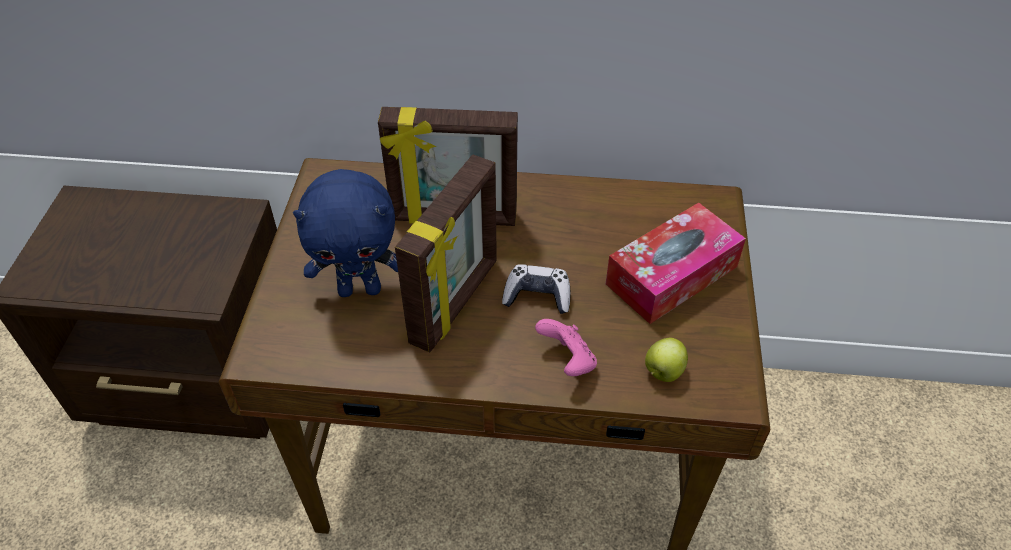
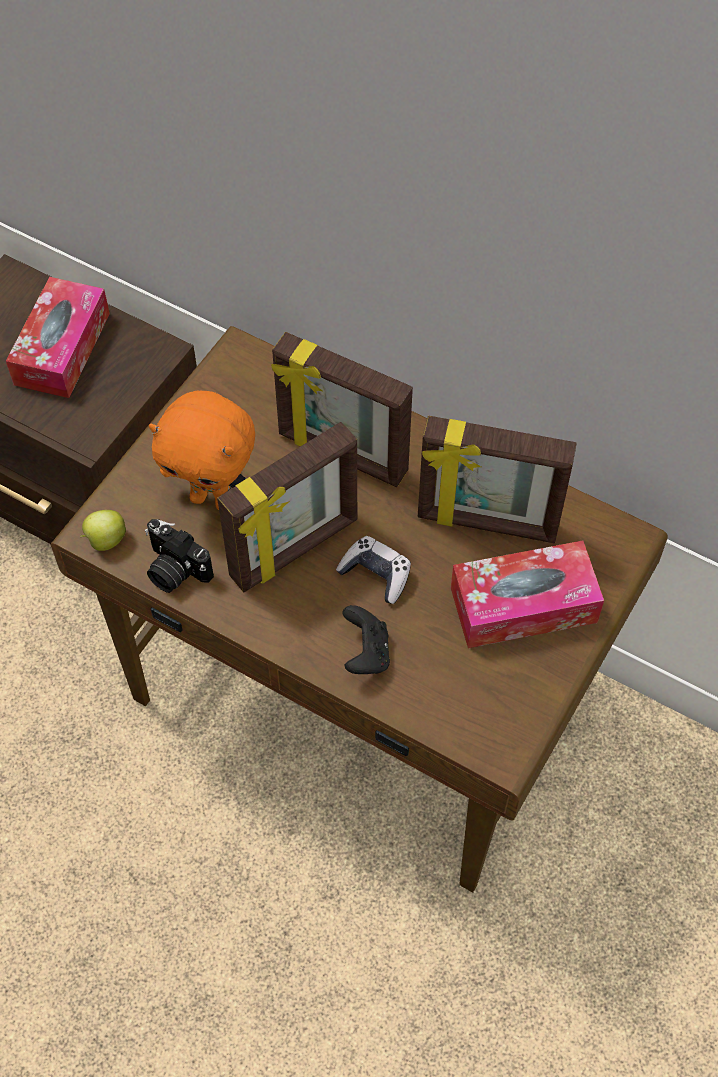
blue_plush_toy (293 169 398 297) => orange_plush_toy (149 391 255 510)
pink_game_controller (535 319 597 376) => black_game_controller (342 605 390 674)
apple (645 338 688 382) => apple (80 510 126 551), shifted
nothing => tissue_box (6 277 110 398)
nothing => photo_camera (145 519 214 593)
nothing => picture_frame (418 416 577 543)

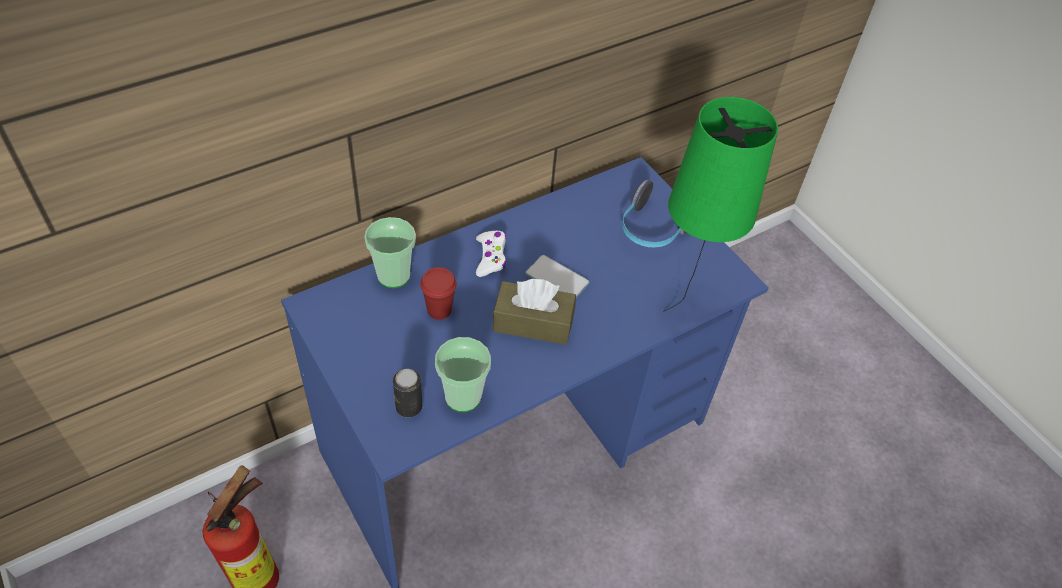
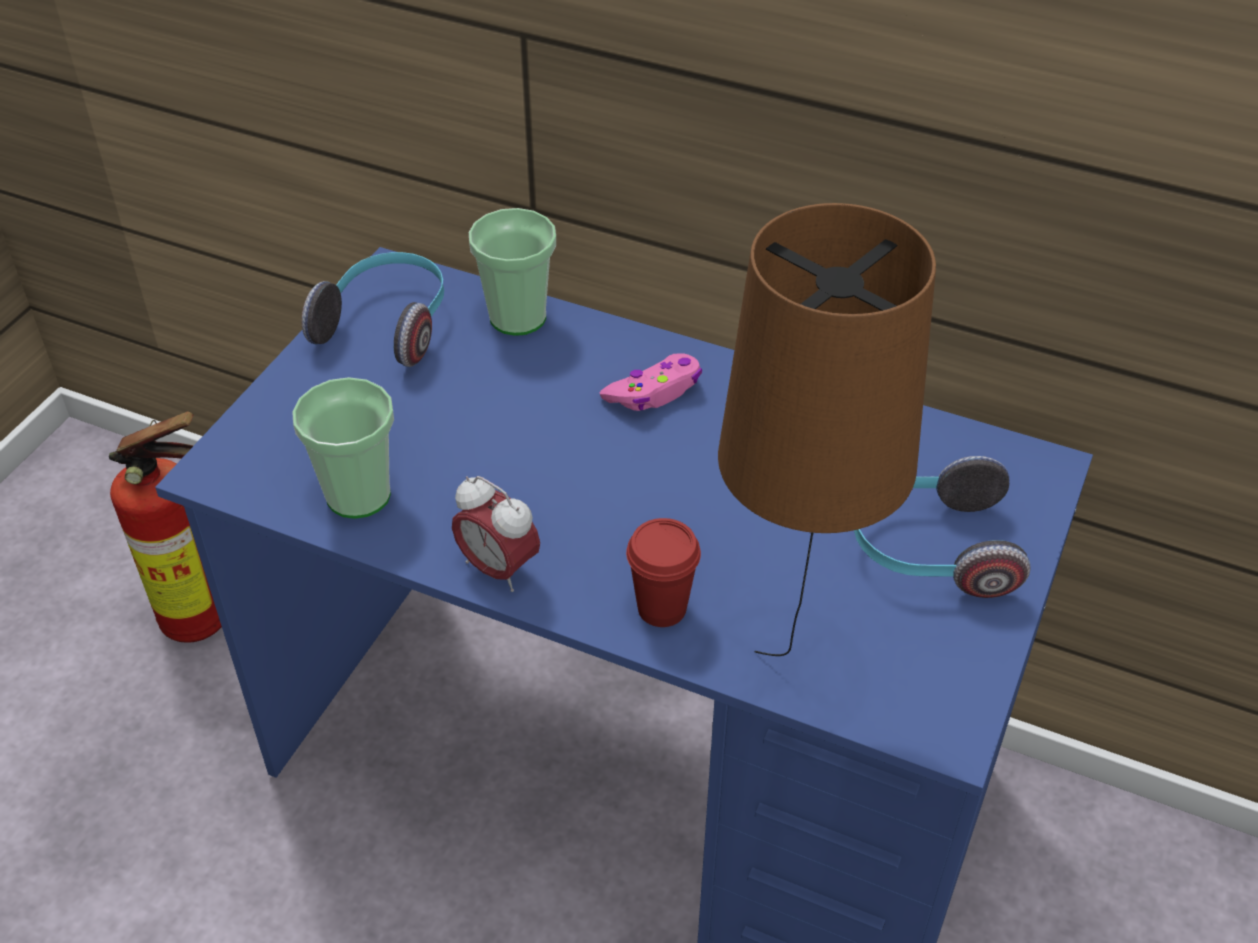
can (393 369 422 418) => nothing
red_cup (420 267 457 320) => red_cup (626 518 701 627), shifted
white_game_controller (476 231 507 277) => pink_game_controller (600 353 702 411)
brown_tissue_box (493 279 576 345) => nothing
phone (525 255 590 298) => nothing
green_table_lamp (663 97 778 312) => brown_table_lamp (718 203 936 656)
nothing => headphones (301 252 444 367)
nothing => alarm_clock (452 476 540 592)

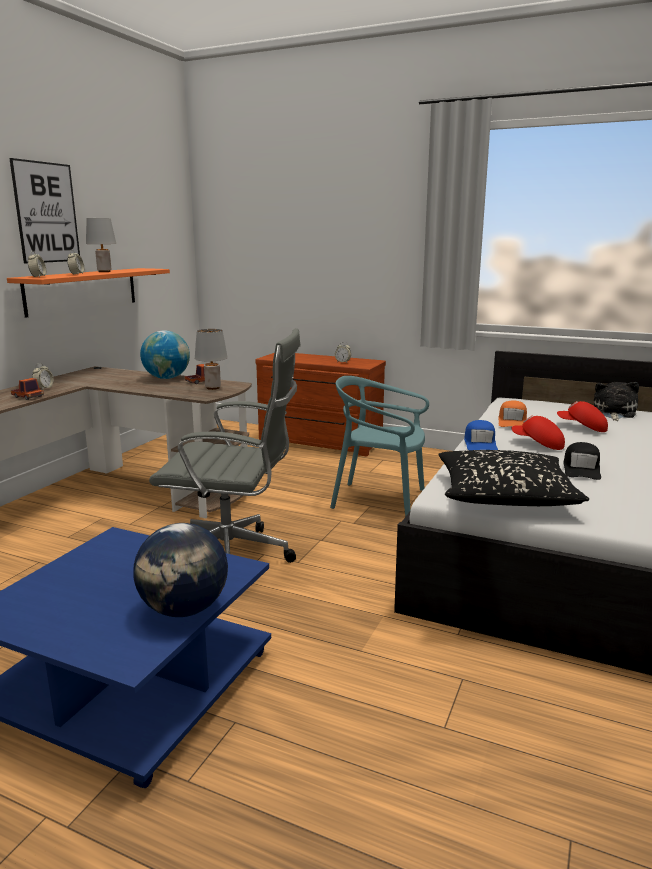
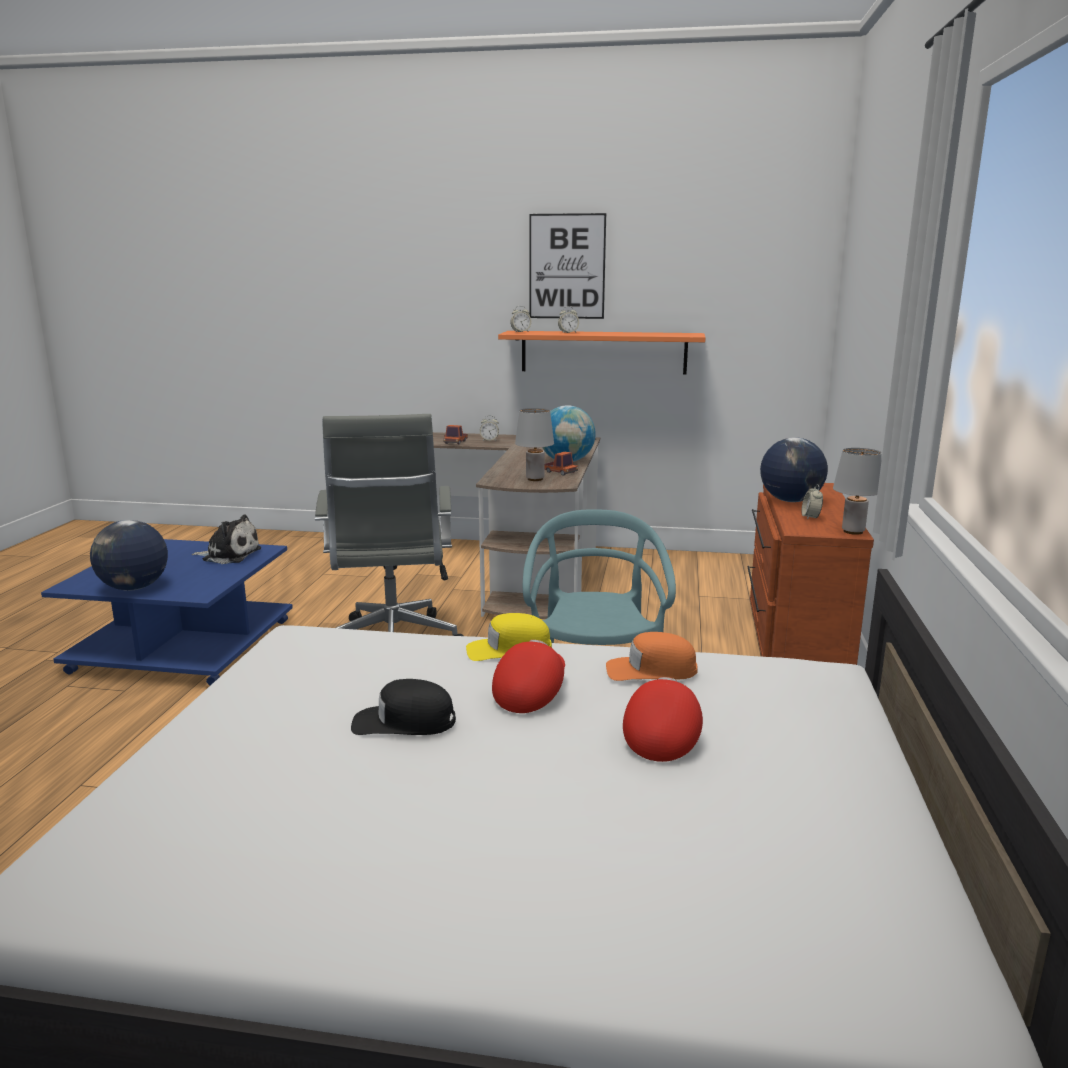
grey_table_lamp (86 218 116 272) => grey_table_lamp (833 448 882 535), shifted
black_pillow (438 450 589 506) => nothing
blue_cap (464 420 498 450) => yellow_cap (466 613 552 661)
plush_toy (594 382 639 421) => plush_toy (192 515 261 564), shifted
nothing => globe (760 437 828 502)

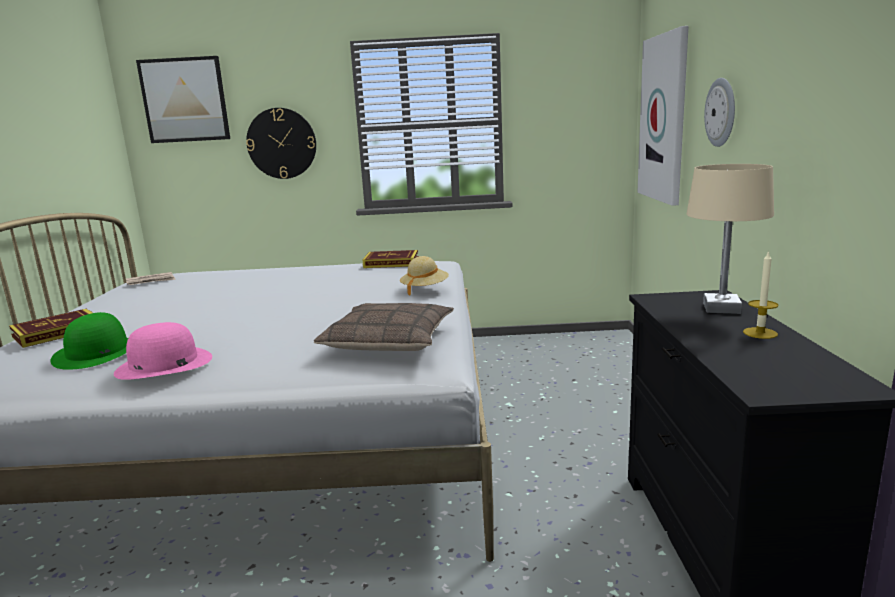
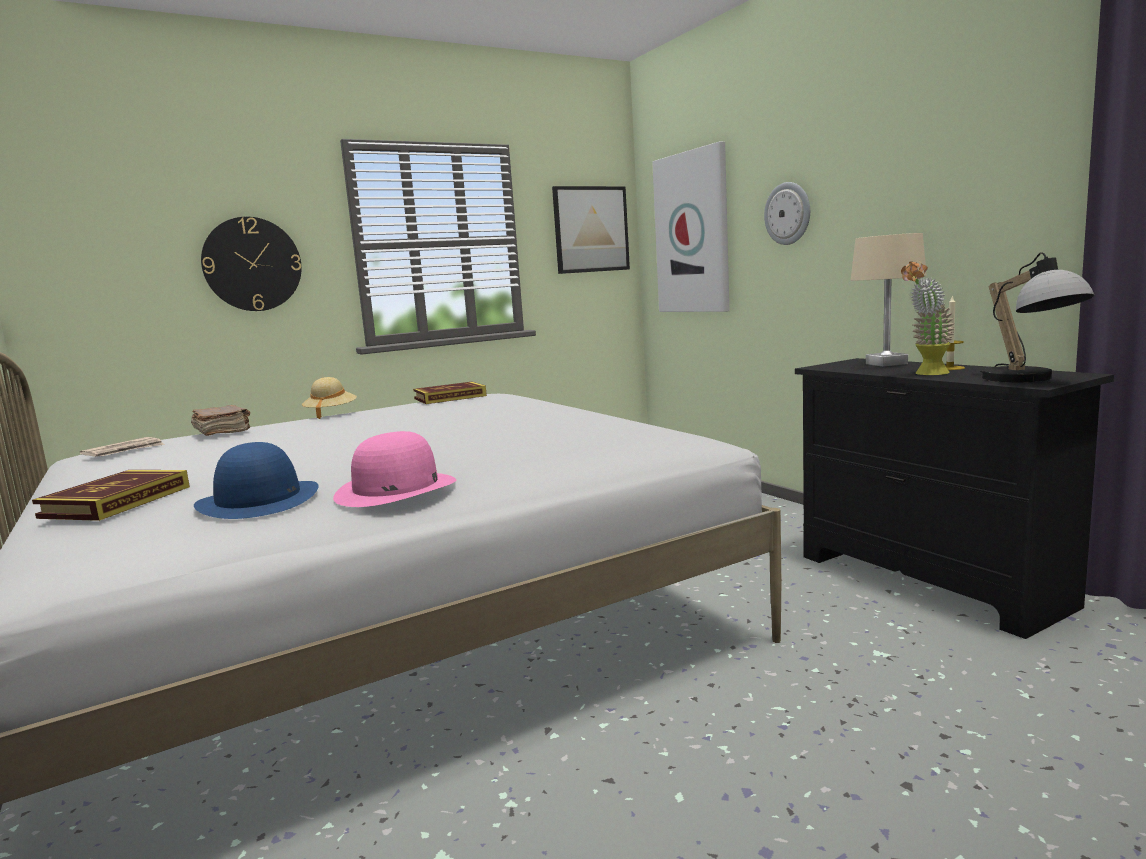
green_hat (50 312 128 370) => blue_hat (194 442 319 519)
picture (136 56 230 143) => picture (552 186 630 274), shifted
pillow (314 303 454 351) => nothing
beige_hat (400 256 449 296) => beige_hat (302 377 357 419), shifted
nothing => brown_book (191 405 250 436)
nothing => potted_plant (901 261 955 375)
nothing => table_lamp (980 252 1095 382)

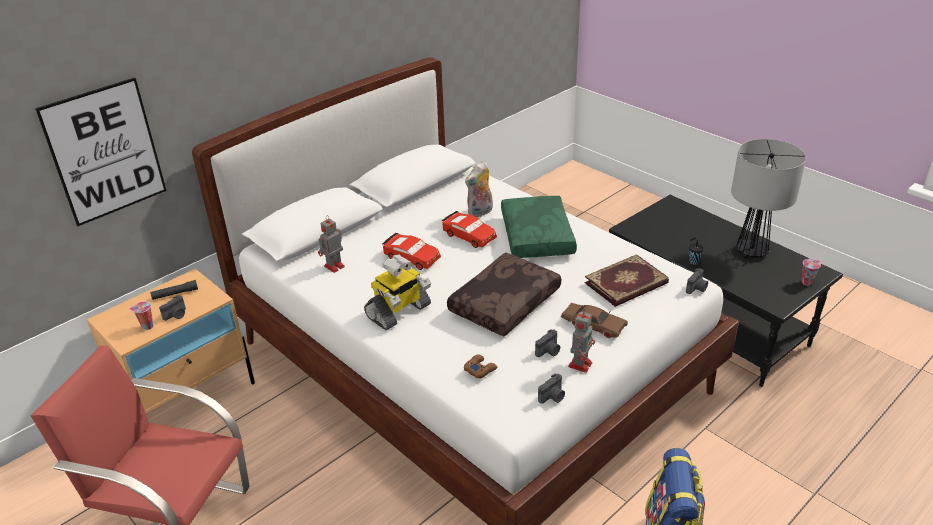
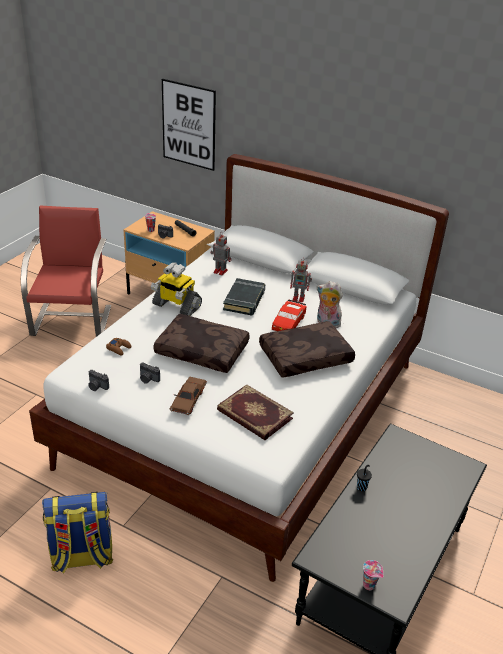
red_toy_car (382 233 441 270) => black_book (223 278 265 315)
green_pillow (501 196 577 258) => brown_pillow (259 321 355 378)
toy_robot (568 309 595 373) => toy_robot (290 257 312 302), shifted
photo_camera (686 268 708 294) => nothing
table_lamp (731 139 806 258) => nothing

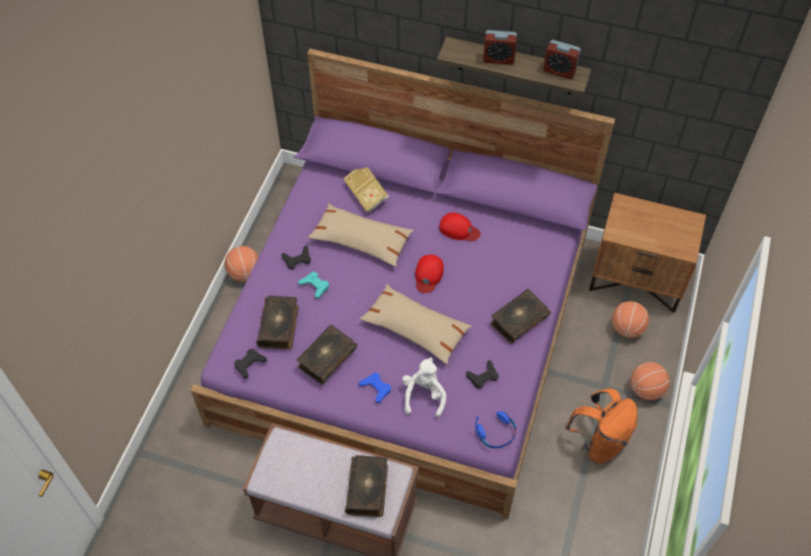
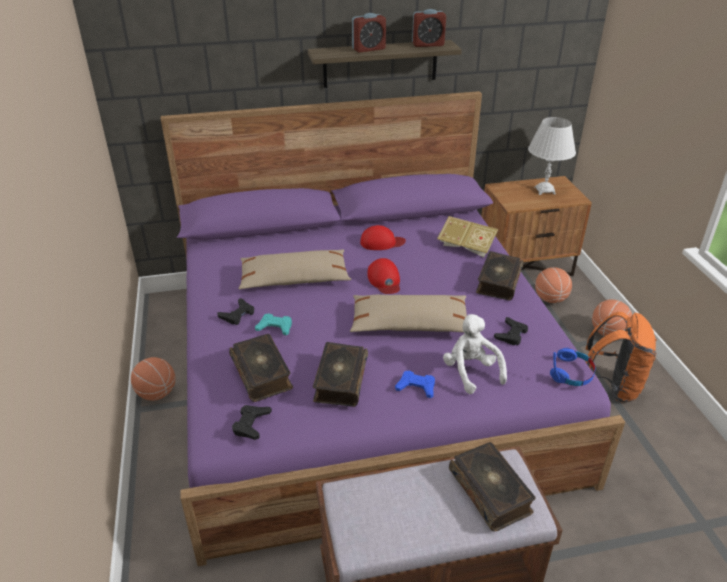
book (343 167 389 212) => book (437 216 498 257), shifted
nothing => white_table_lamp (528 117 576 195)

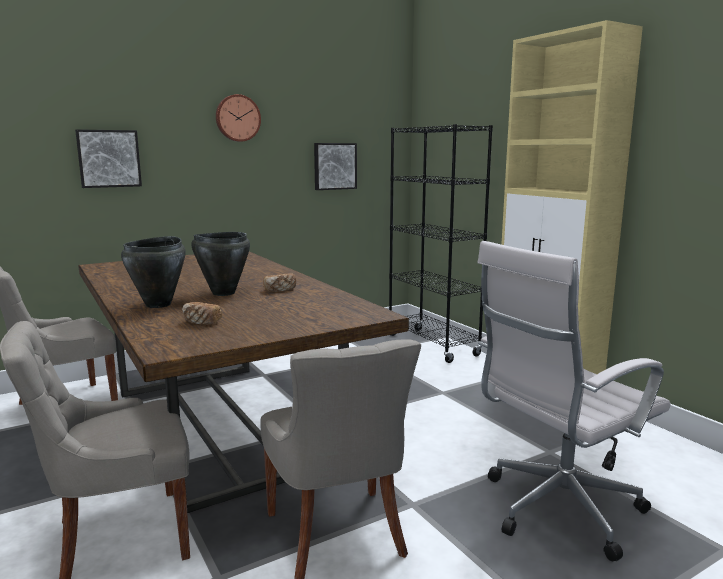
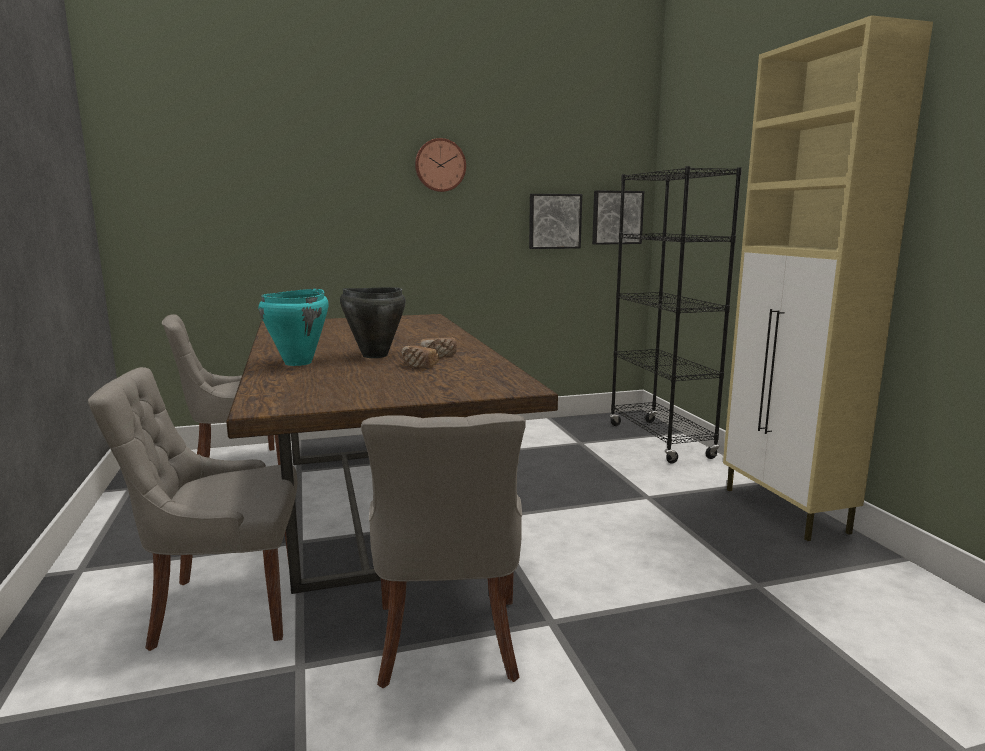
picture (75 129 142 188) => picture (592 190 644 245), shifted
black_cooking_pot (121 236 186 308) => turquoise_cooking_pot (259 289 328 366)
bread (182 302 222 325) => bread (402 346 439 368), shifted
white_office_chair (478 241 671 561) => nothing

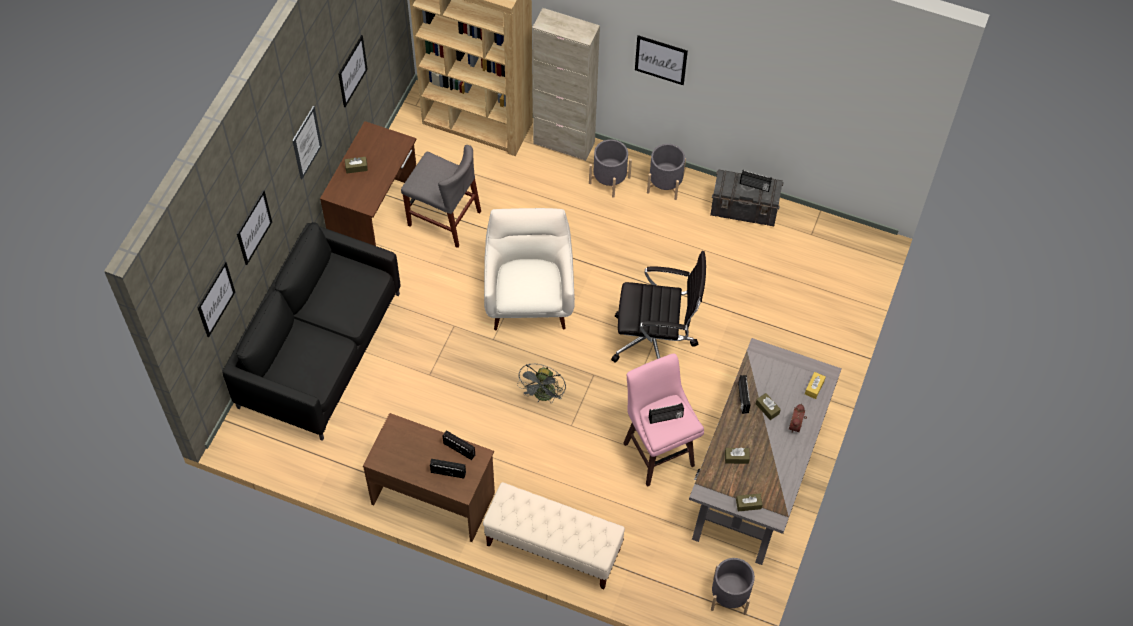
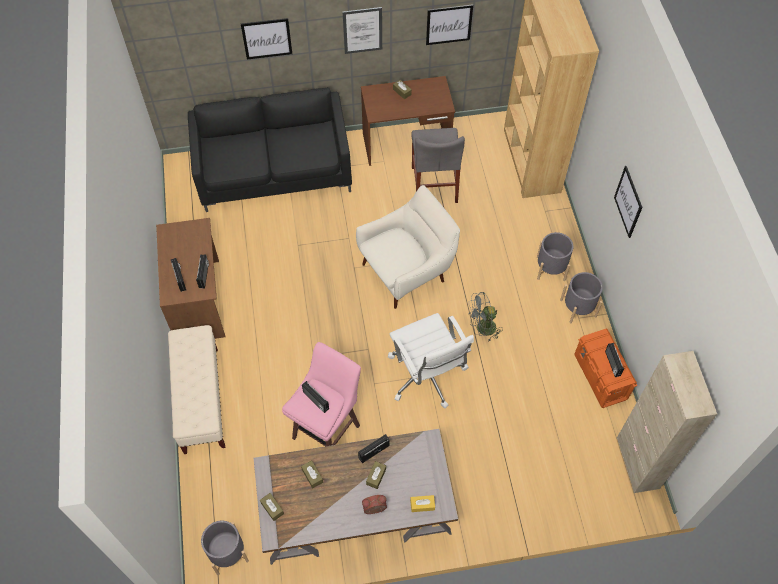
picture (197 261 235 337) => nothing
grey_fan (517 364 566 404) => grey_fan (468 292 503 342), shifted
beige_cabinet (532 8 600 161) => beige_cabinet (617 351 717 493), shifted
black_office_chair (611 251 706 362) => white_office_chair (388 313 474 409)
grey_storage_box (710 169 784 226) => orange_storage_box (574 329 638 408)

